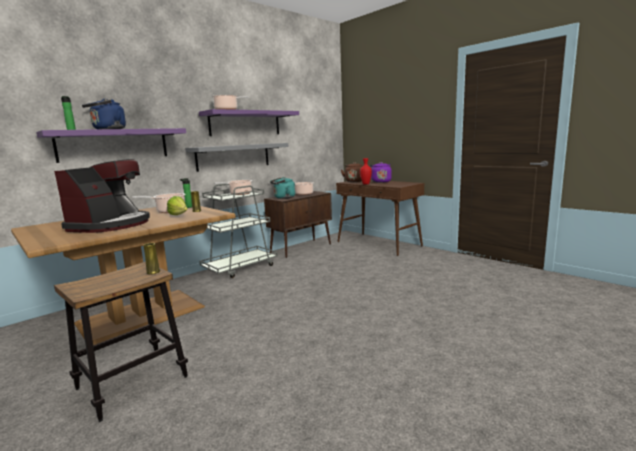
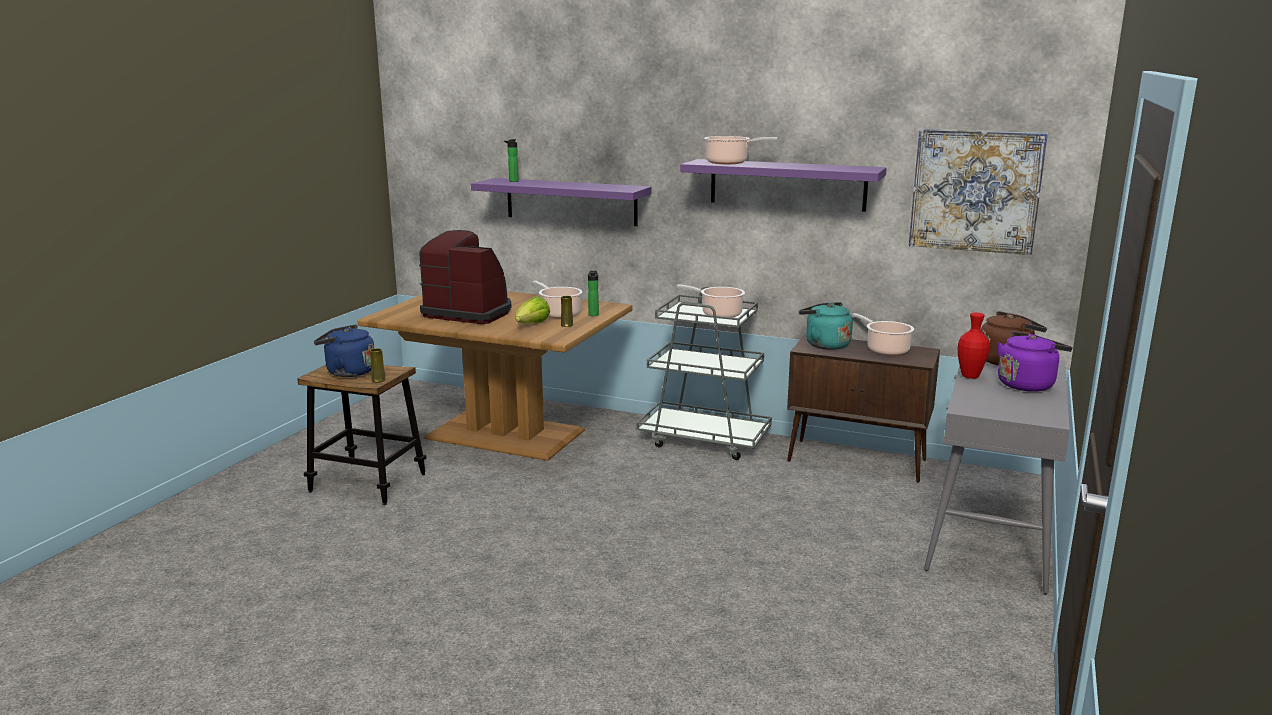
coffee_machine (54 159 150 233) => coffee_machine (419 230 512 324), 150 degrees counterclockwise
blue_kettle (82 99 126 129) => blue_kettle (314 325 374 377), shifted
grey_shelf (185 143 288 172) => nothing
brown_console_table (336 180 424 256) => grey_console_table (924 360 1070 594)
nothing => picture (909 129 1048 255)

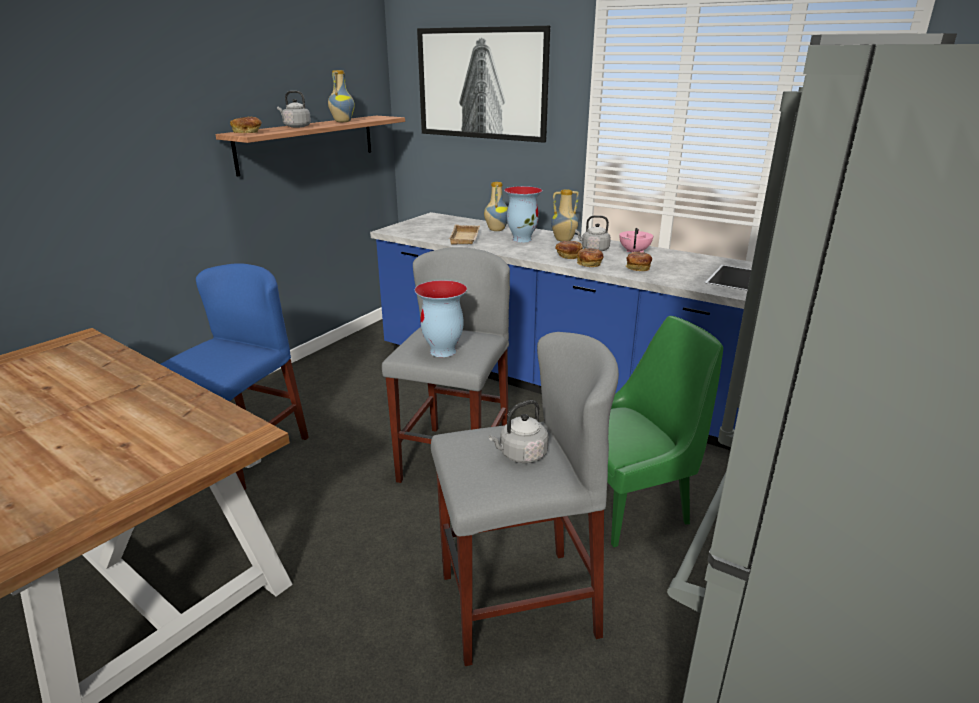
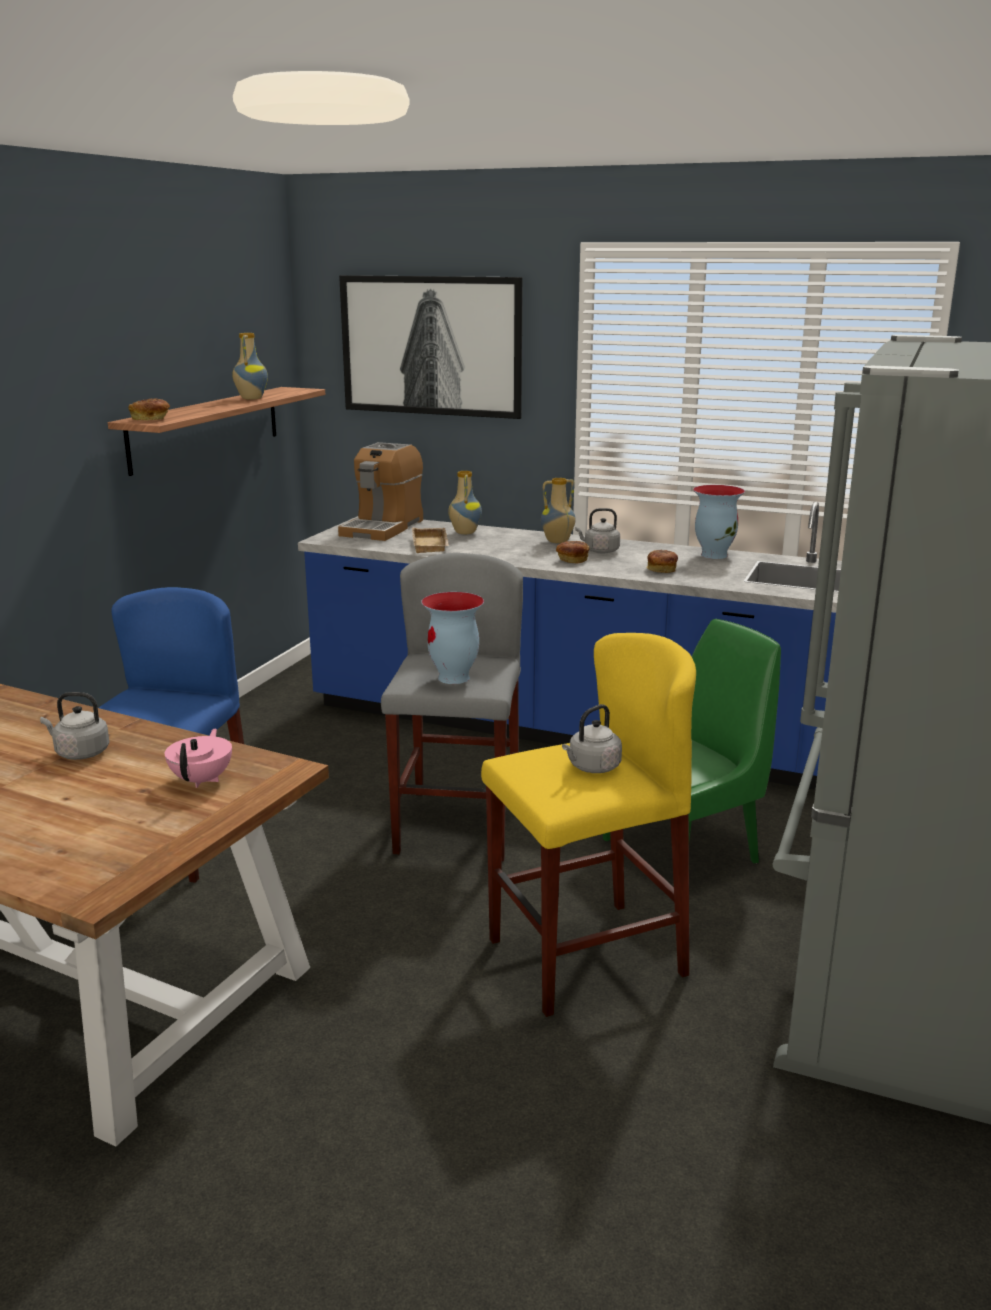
grey_kettle (277 91 311 128) => grey_kettle (40 692 109 760), shifted
grey_stool (431 332 619 666) => yellow_stool (481 633 696 1017)
vase (504 186 543 242) => vase (693 485 745 559), shifted
bread (577 248 604 267) => nothing
pink_teapot (619 228 653 252) => pink_teapot (165 729 232 788), shifted
nothing => coffee_machine (338 442 423 541)

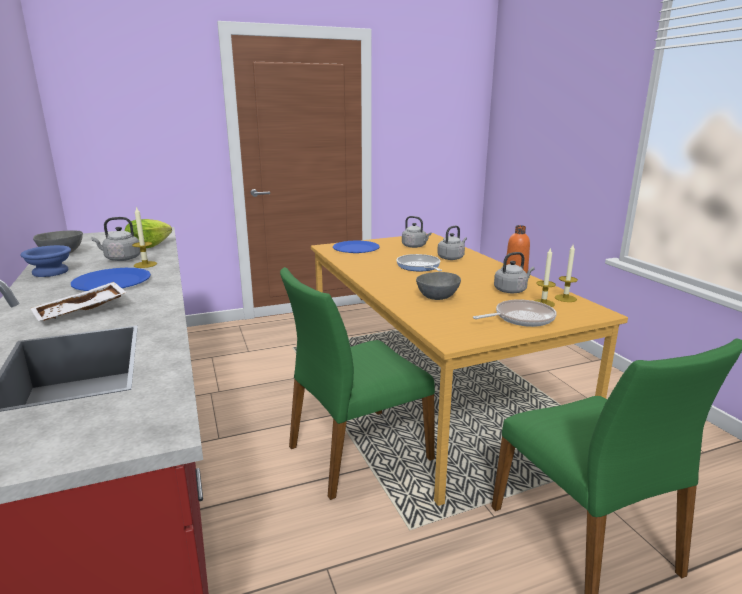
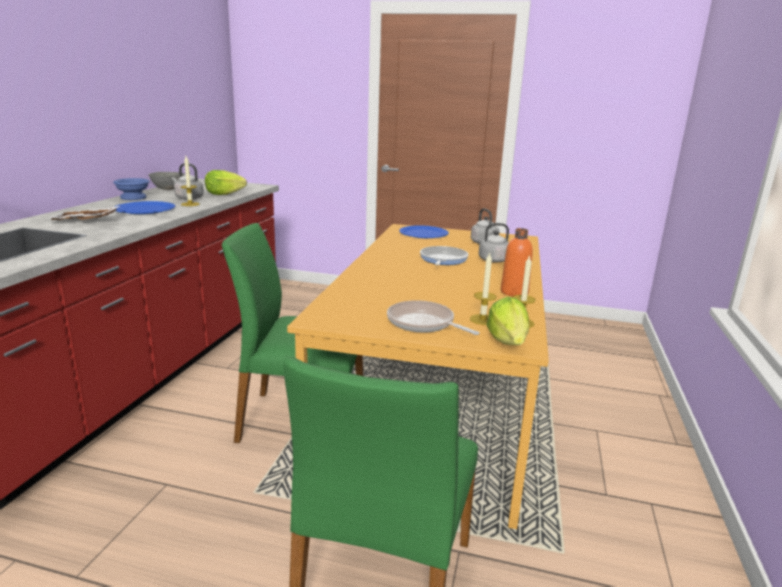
grey_bowl (416 272 461 300) => nothing
frying_pan (473 299 557 327) => frying_pan (387 300 480 335), 150 degrees counterclockwise
grey_kettle (494 252 534 293) => nothing
nothing => lettuce (486 297 529 345)

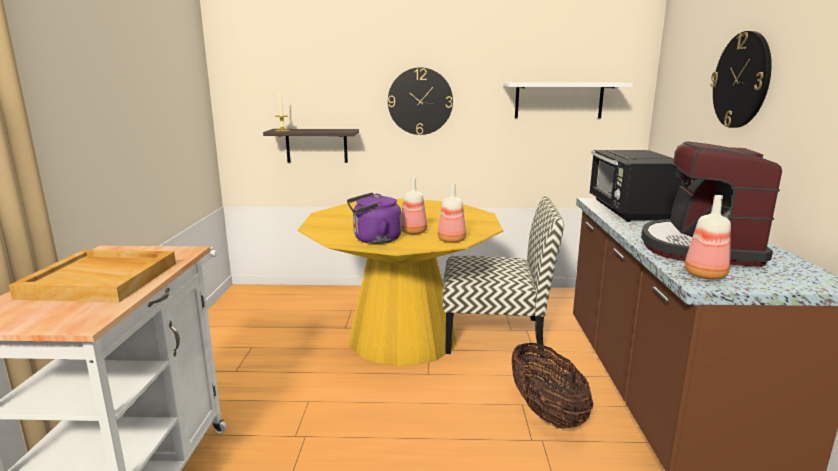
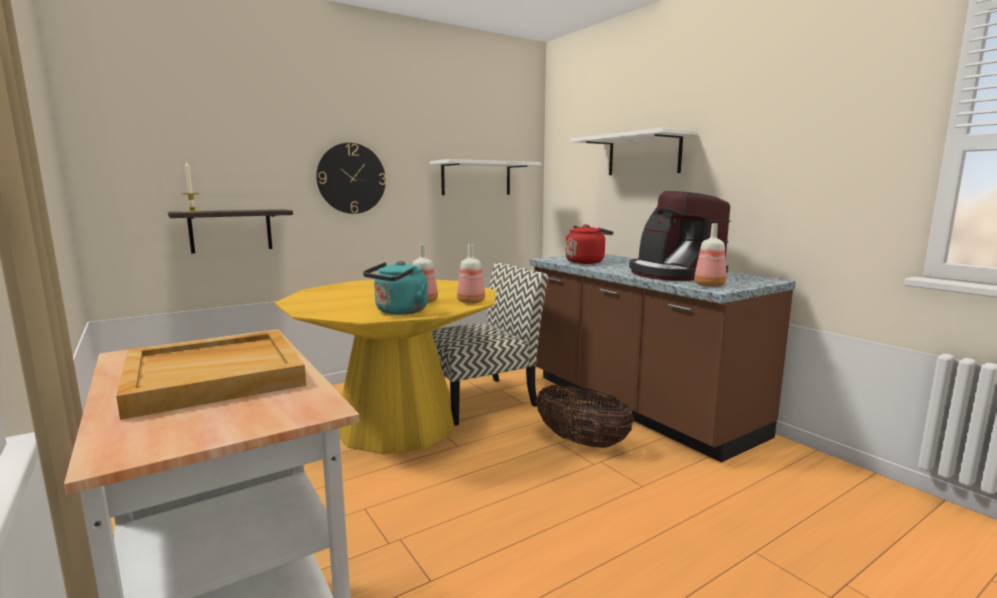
purple_kettle (347 192 402 244) => turquoise_kettle (363 261 428 315)
black_microwave (589 150 684 222) => red_kettle (565 224 613 264)
wall_clock (711 31 772 128) => white_shelf (571 128 696 175)

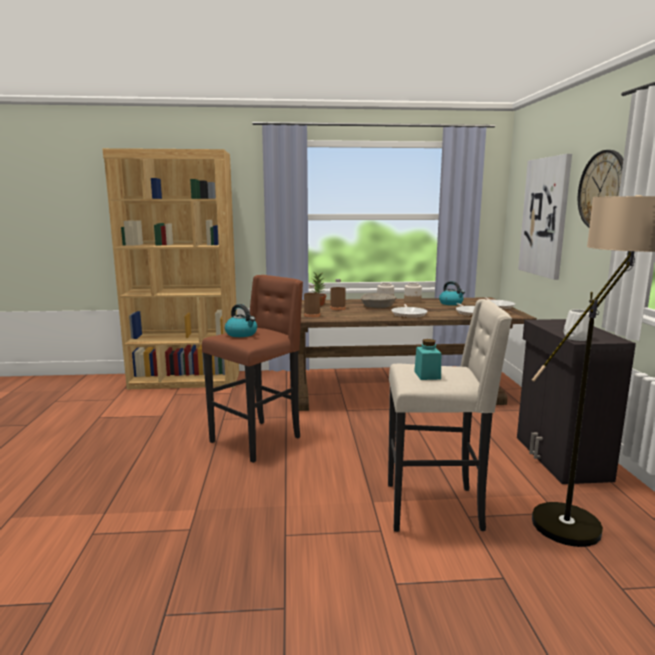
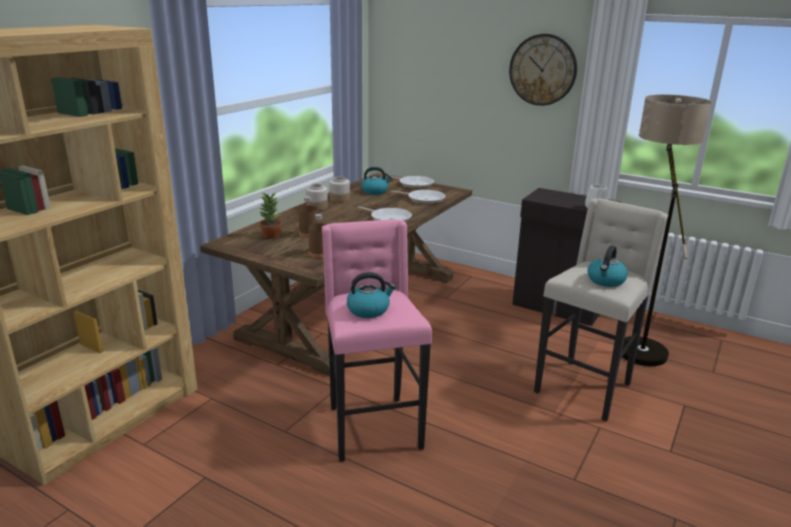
brown_stool (202 275 303 463) => pink_stool (322 219 432 462)
beige_bowl (361 293 396 308) => nothing
turquoise_jar (414 339 441 380) => kettle (587 245 628 287)
picture (518 154 572 280) => nothing

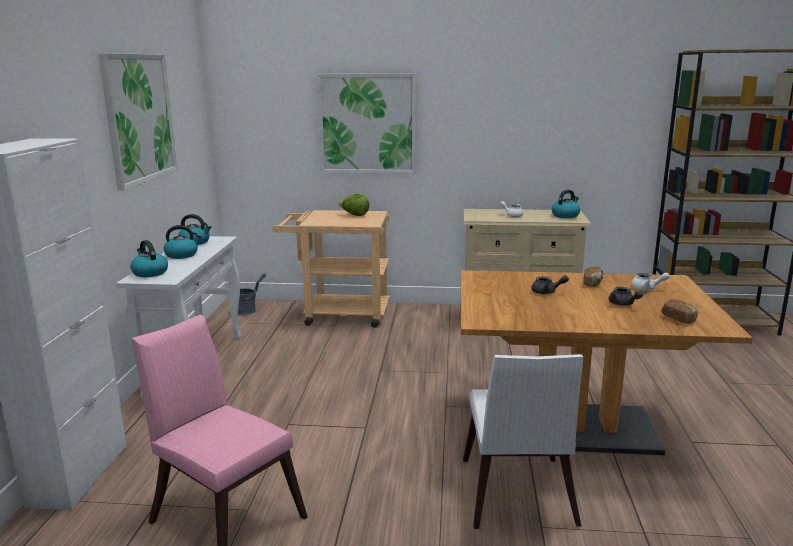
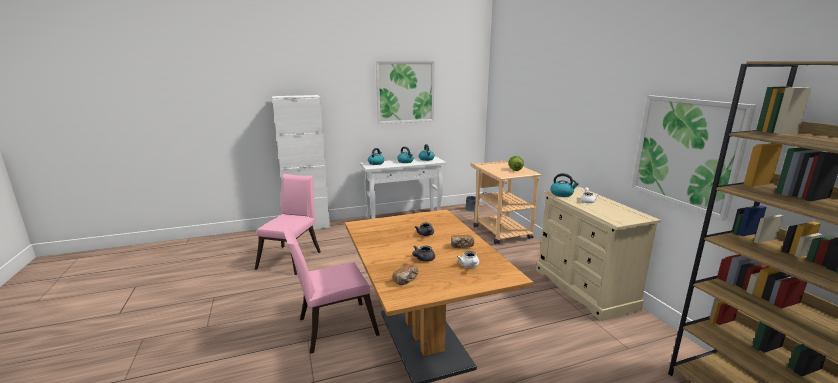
picture (317 73 416 174) => picture (632 95 756 220), shifted
white_chair (463 354 583 529) => pink_chair (282 226 380 354)
kettle (552 190 580 218) => kettle (550 173 579 197), shifted

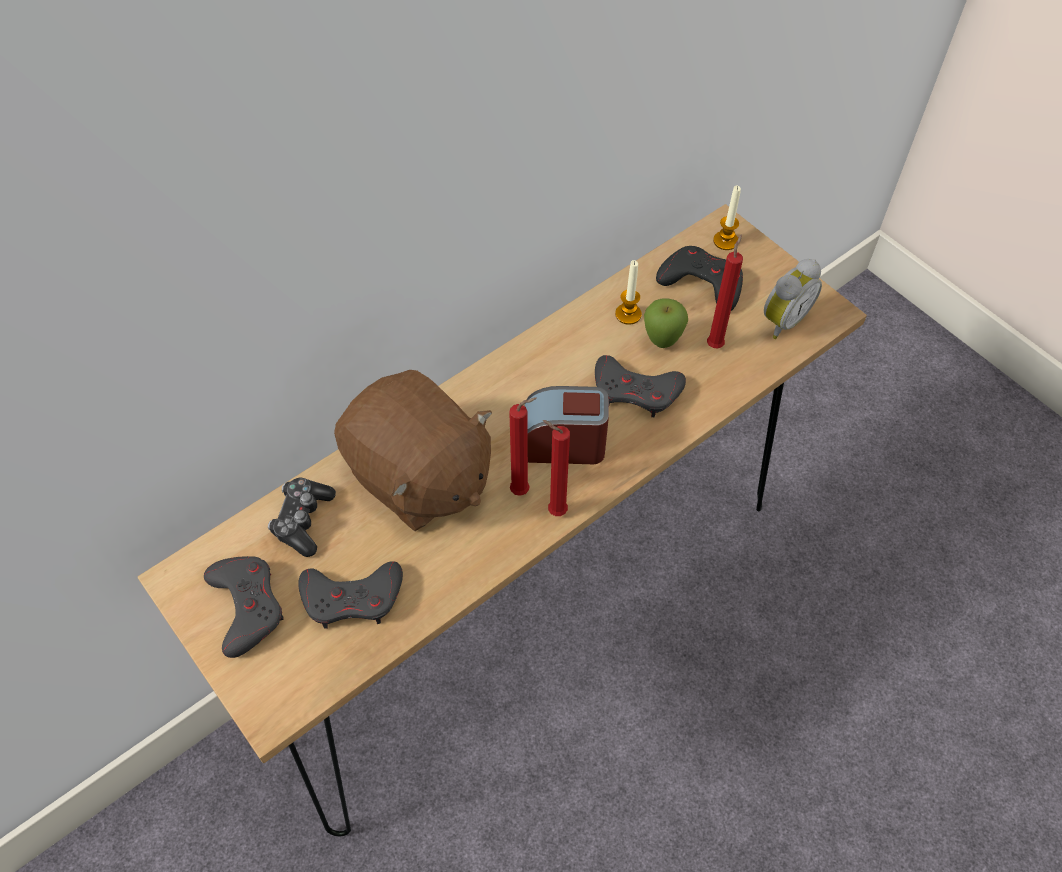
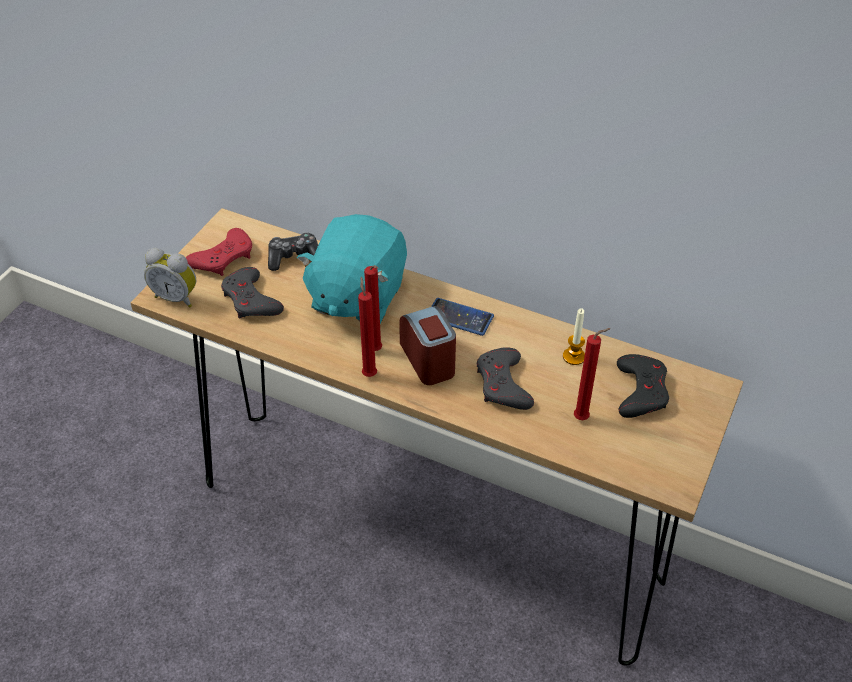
grey_game_controller (204 556 284 658) => red_game_controller (186 228 252 276)
brown_plush_toy (334 370 492 531) => turquoise_plush_toy (297 214 407 324)
apple (644 299 688 348) => nothing
candle (713 185 741 250) => nothing
alarm_clock (764 259 822 339) => alarm_clock (144 248 196 308), shifted
nothing => phone (431 298 494 336)

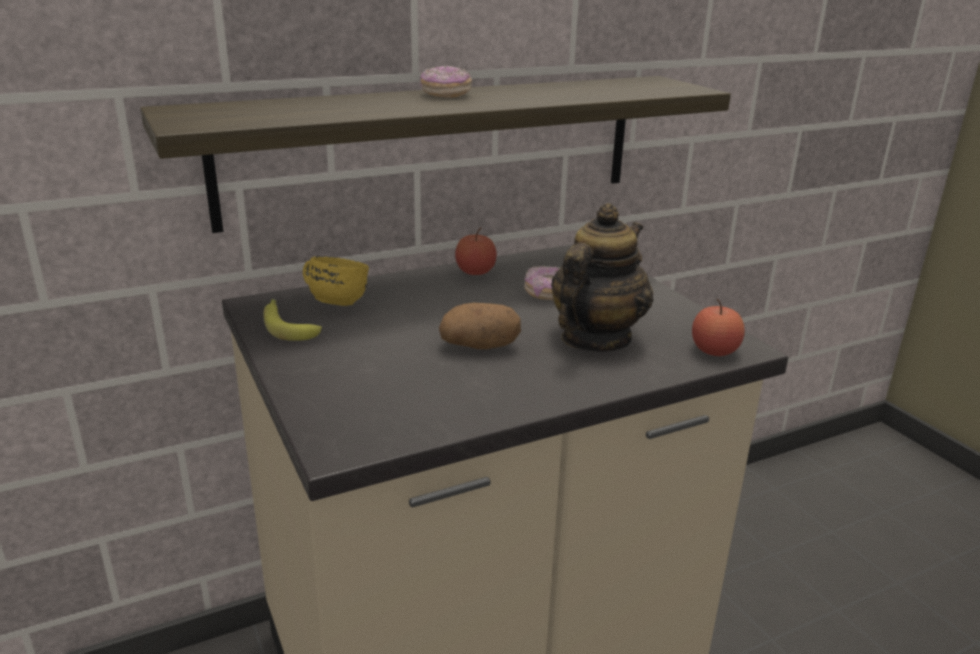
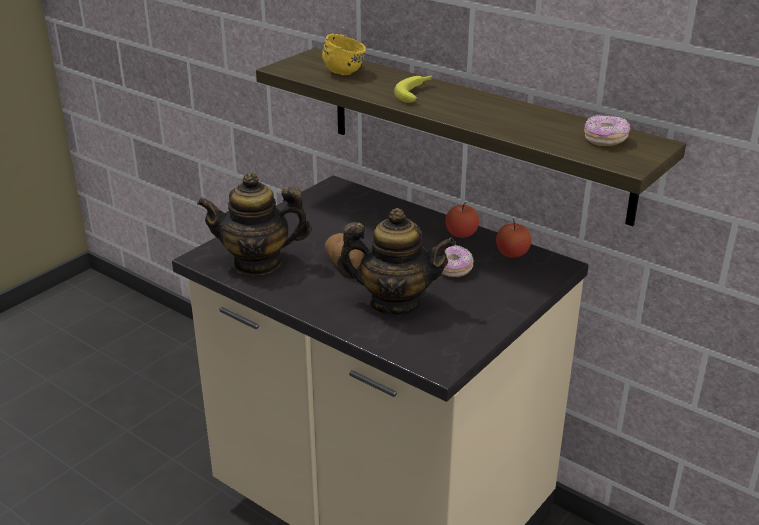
banana (263 299 322 341) => banana (394 76 432 103), shifted
yellow_mug (303 256 369 306) => yellow_mug (322 34 366 75), shifted
donut (420 66 472 98) => donut (584 115 630 146), shifted
apple (692 299 745 356) => apple (496 218 531 258), shifted
nothing => teapot (197 173 311 276)

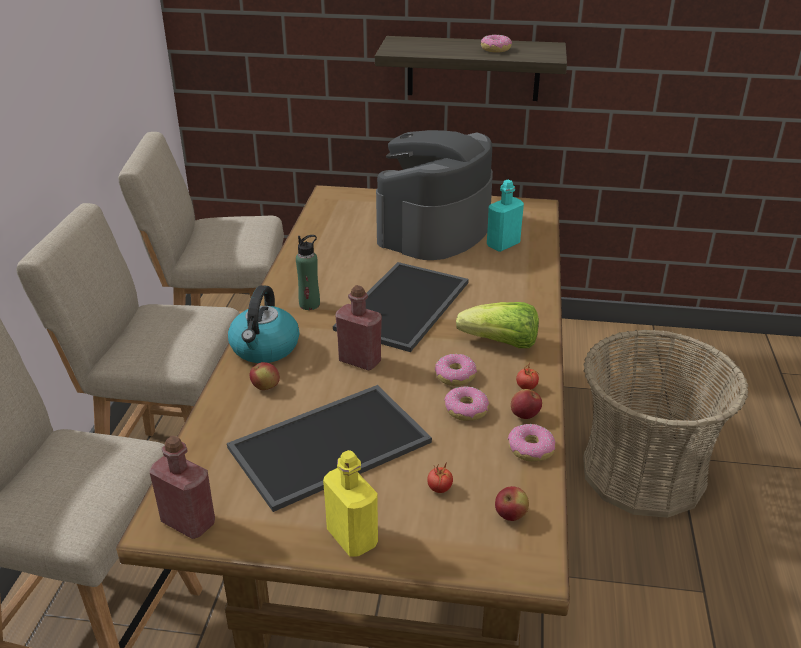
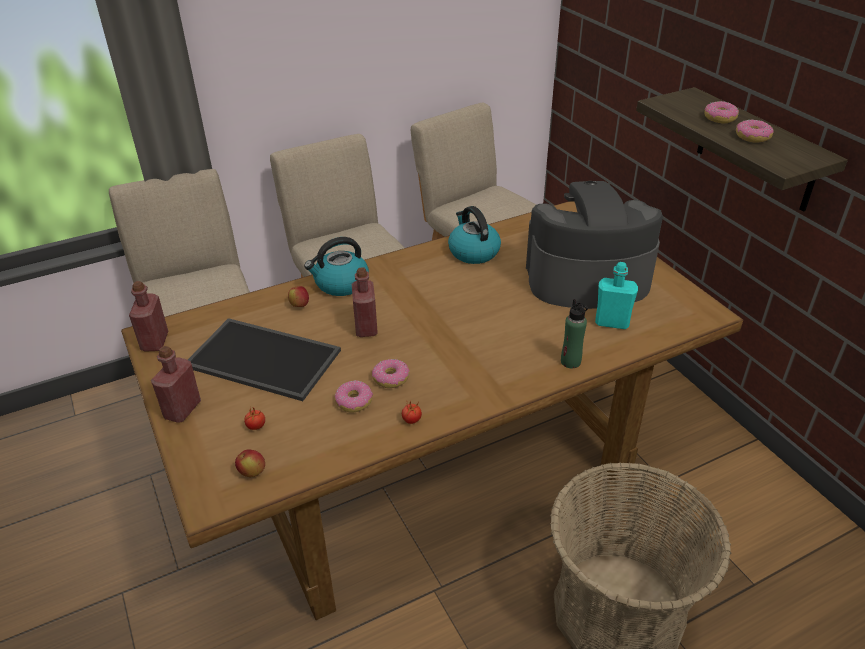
green_bottle (296 235 320 310) => green_bottle (561 299 588 368), shifted
yellow_bottle (323 450 378 557) => red_bottle (151 346 201 422)
tray (333 262 469 352) => nothing
lettuce (456 302 539 348) => nothing
donut (508 424 555 462) => donut (704 101 739 123), shifted
apple (511 389 542 419) => nothing
nothing => kettle (448 206 501 264)

